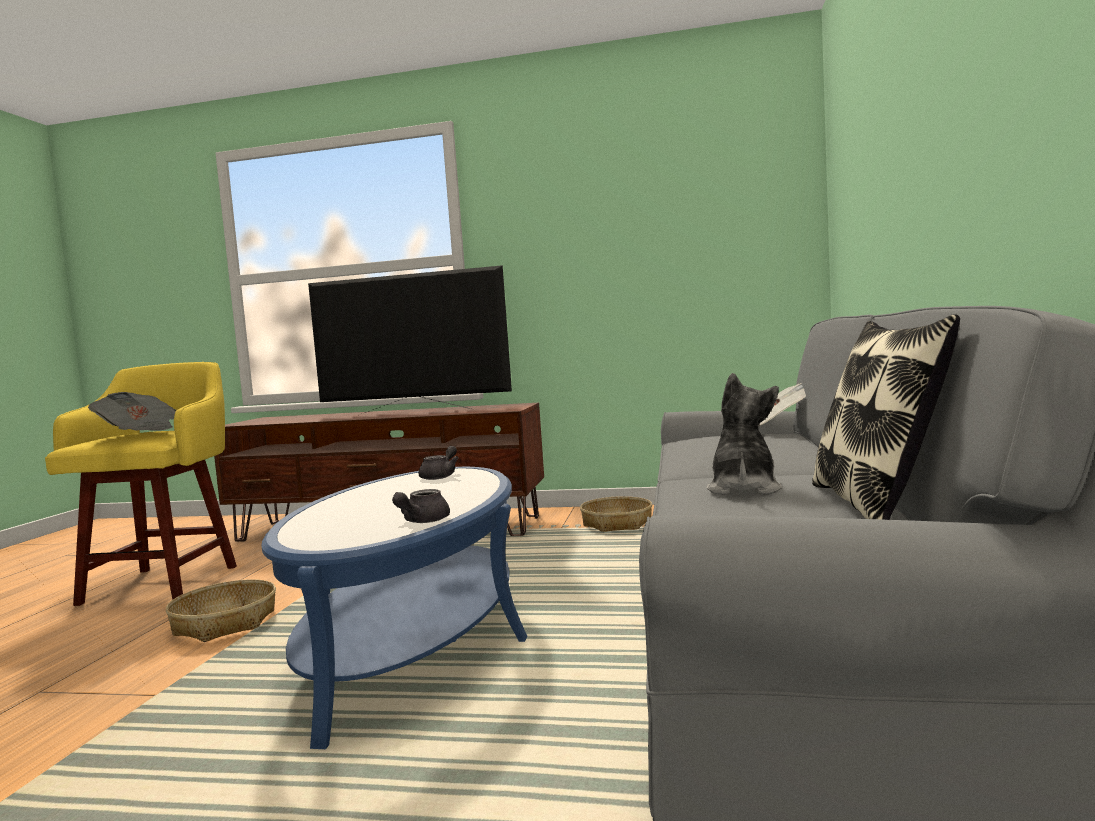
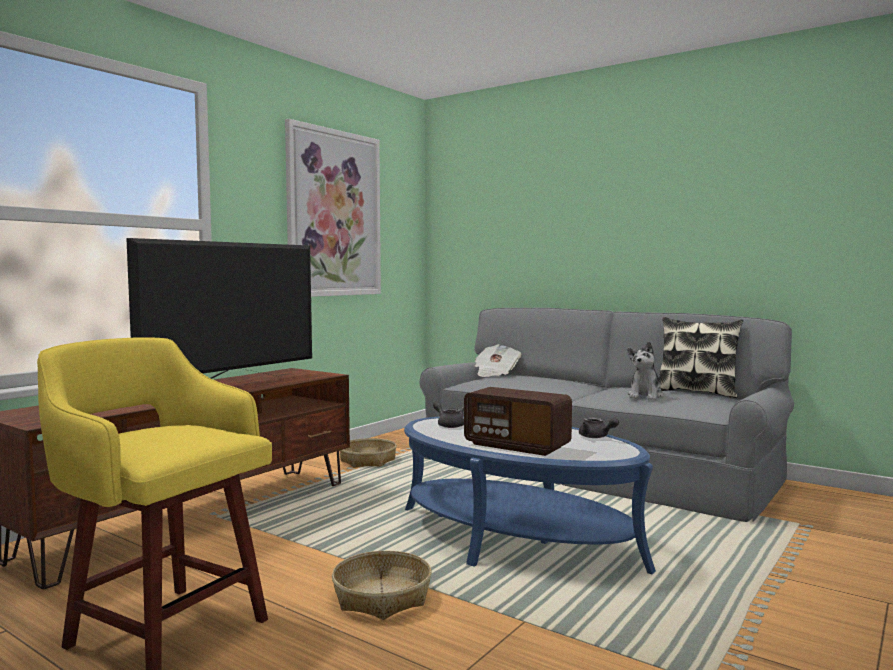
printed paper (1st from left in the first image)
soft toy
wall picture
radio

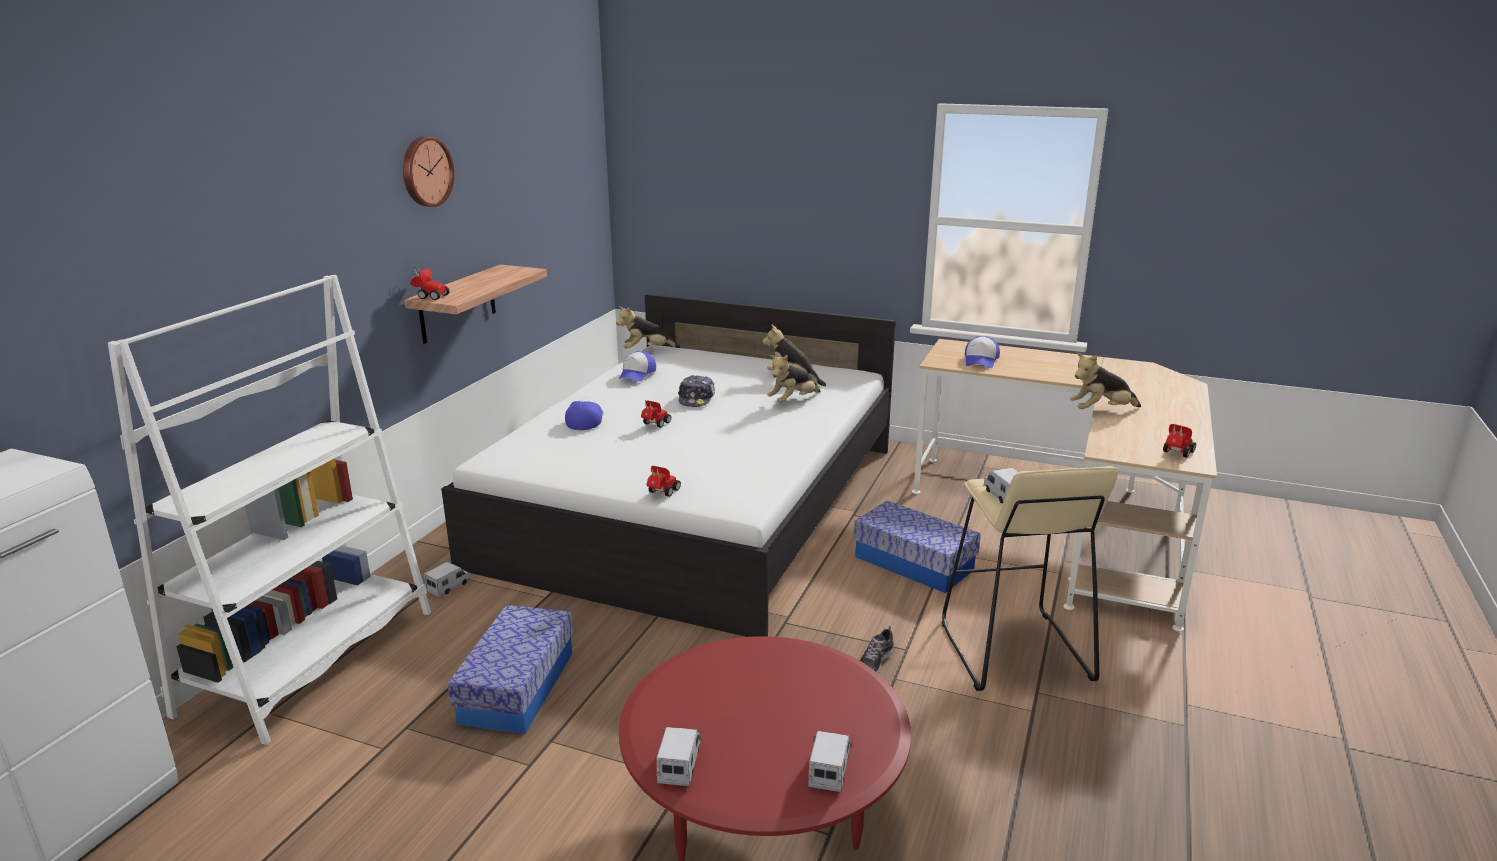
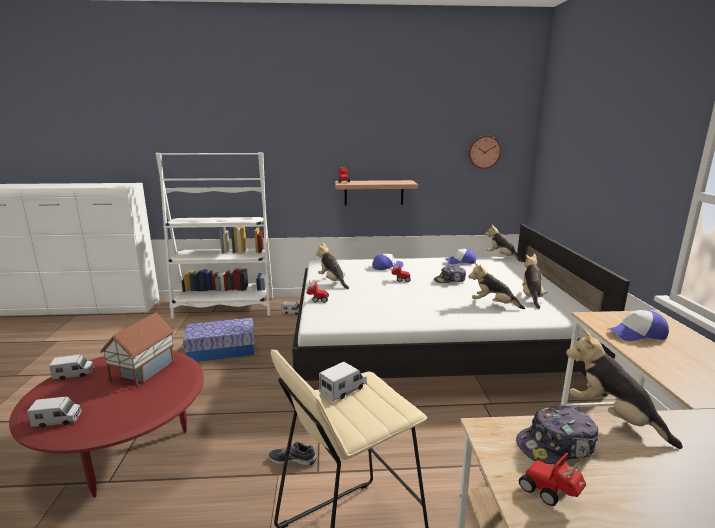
hanging clock
storage bin (2nd from left in the first image)
miniature car (4th from left)
miniature house
soft toy (1st from left)
baseball cap (4th from left)

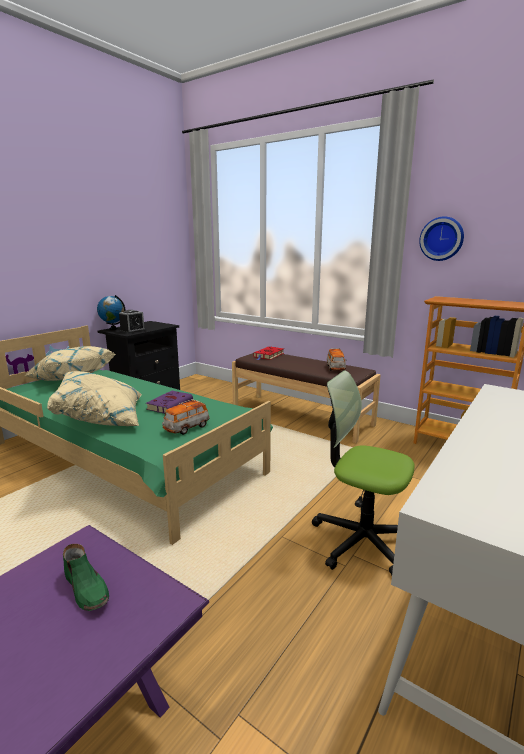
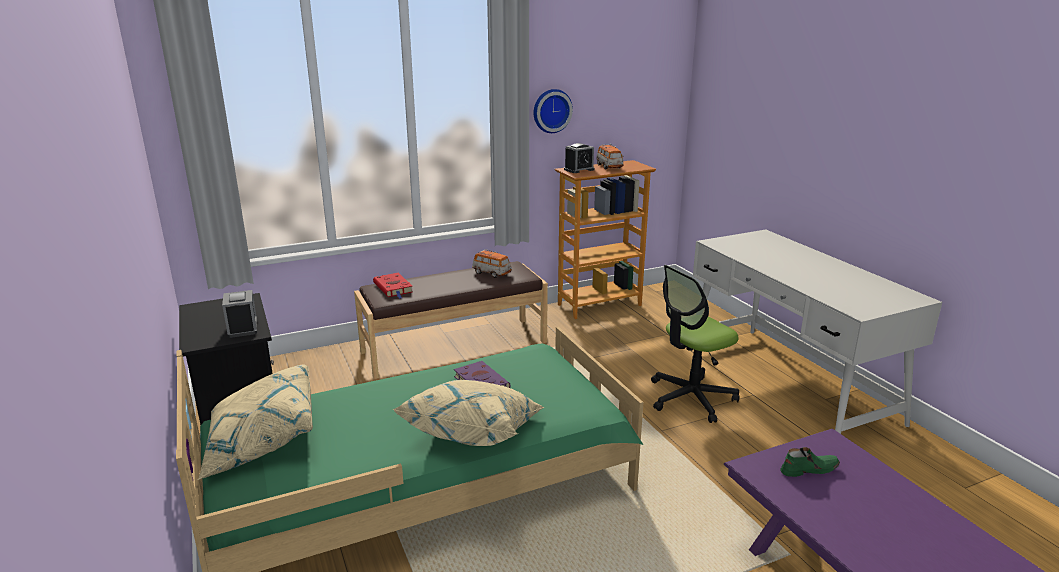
desk globe
miniature car (2nd from left)
bedside clock (2nd from left)

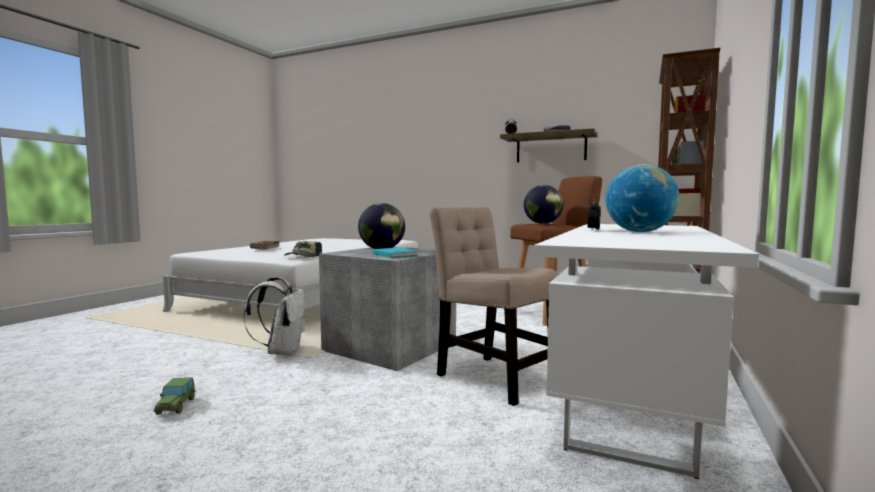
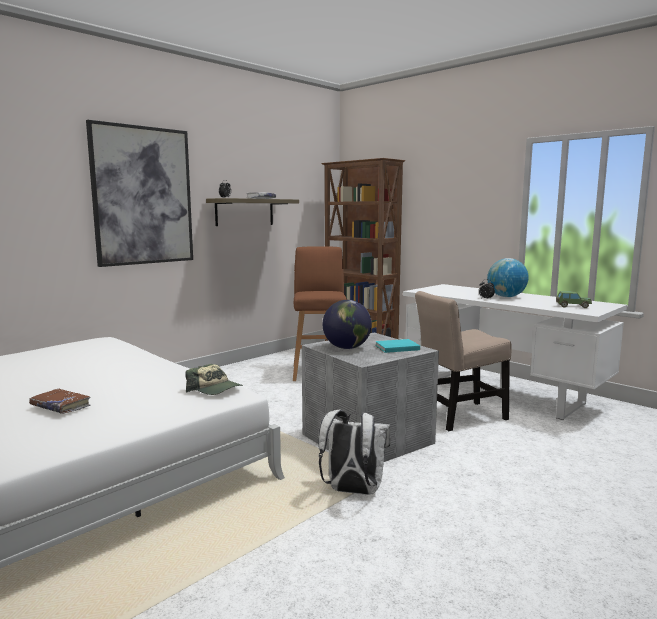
miniature car
desk globe (2nd from left in the first image)
wall picture

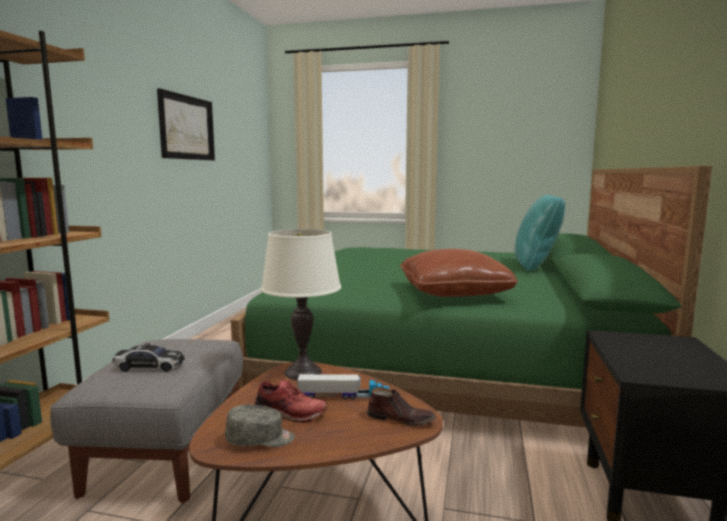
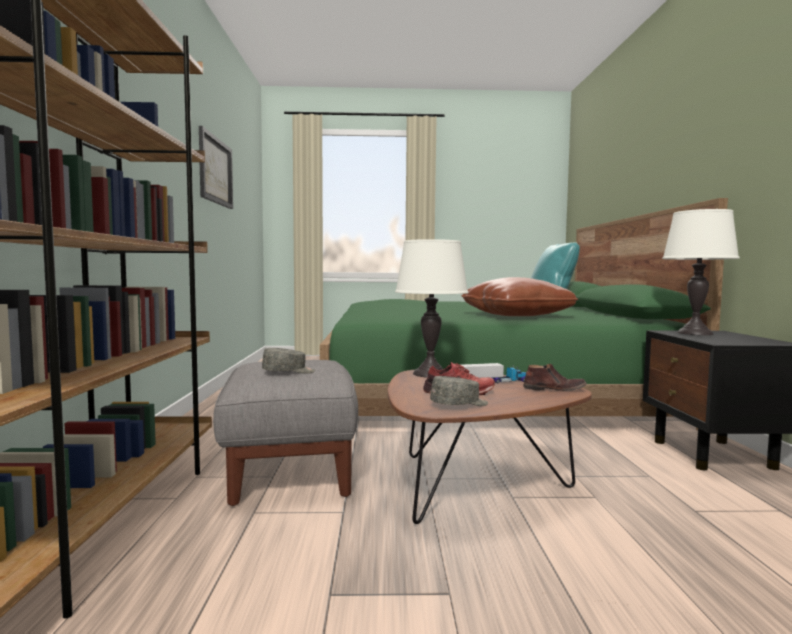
baseball cap in gray (1st from left)
table lamp in white-coloured (2nd from left)

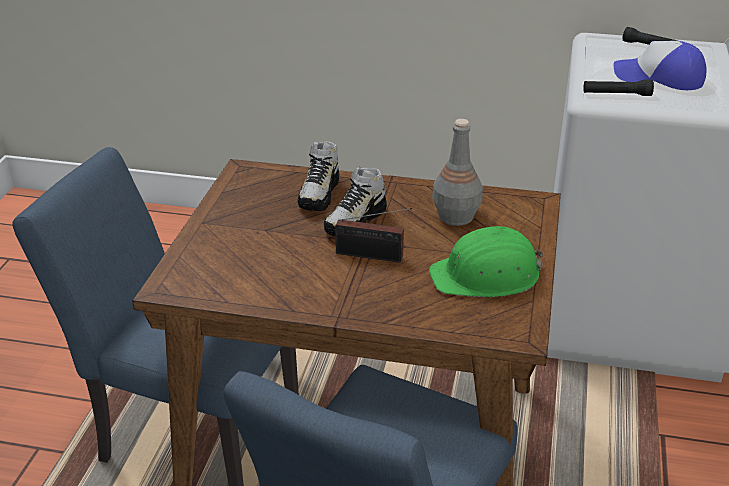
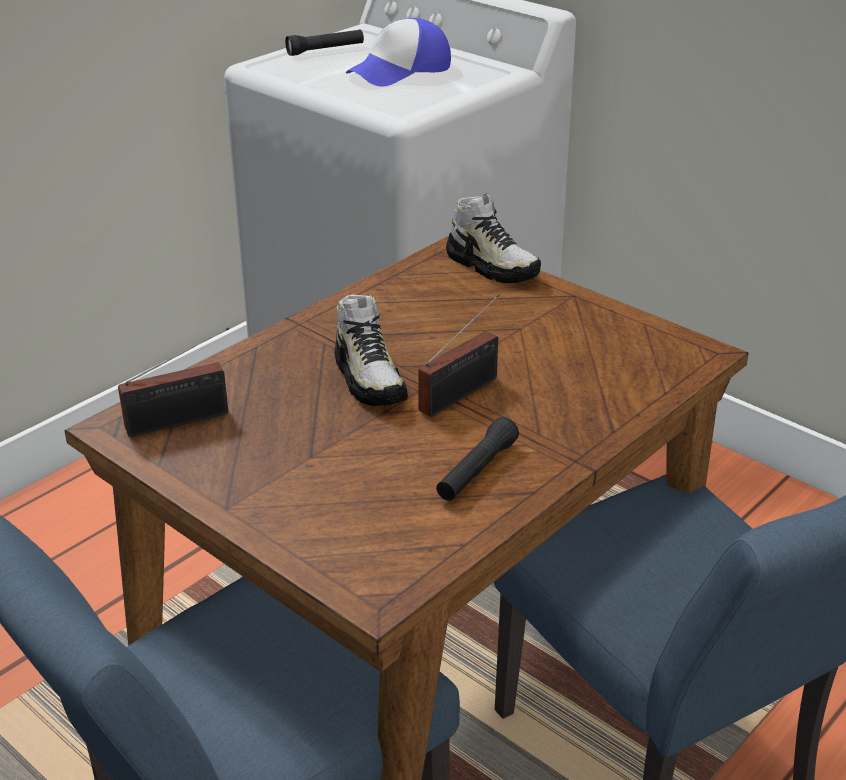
shoe (2nd from left)
hard hat in greenish
beverage bottle in gray
torch in black (2nd from left)
radio (1st from left)

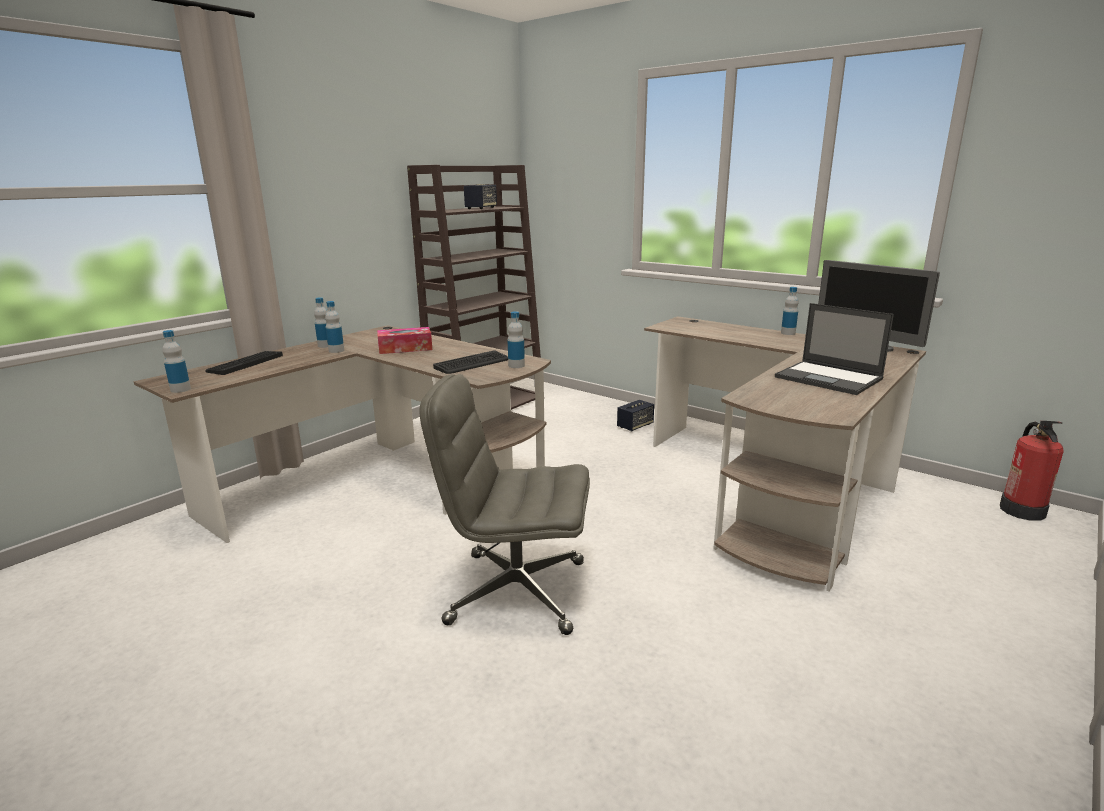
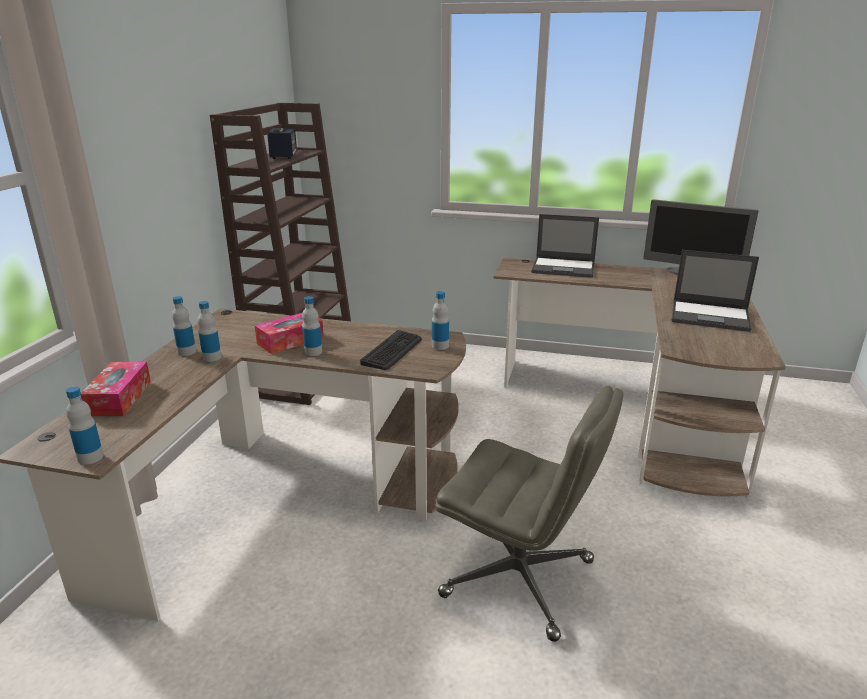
box of tissues (1st from left)
office chair in gray
speaker (2nd from left in the first image)
beverage bottle (4th from left)
extinguisher
laptop (1st from left)

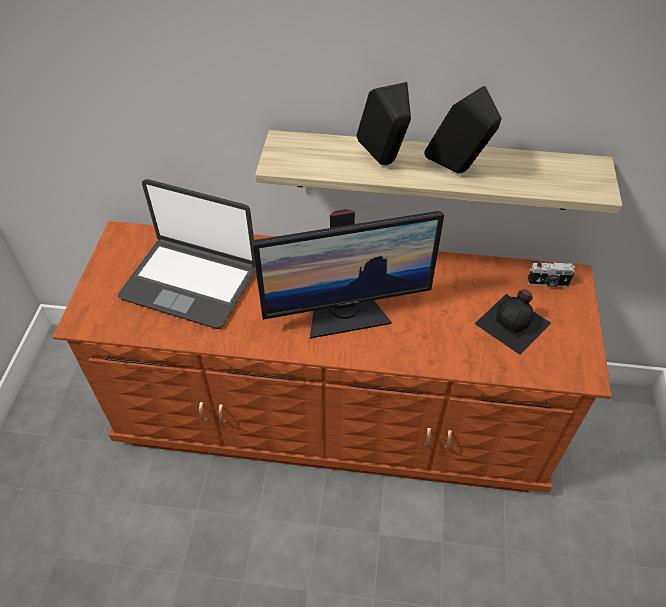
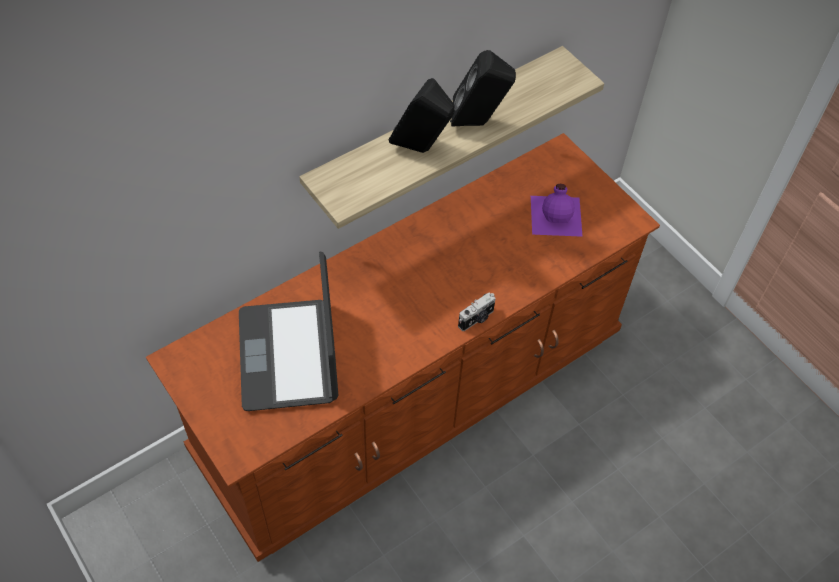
laptop
computer display
beverage bottle in purplish
still camera

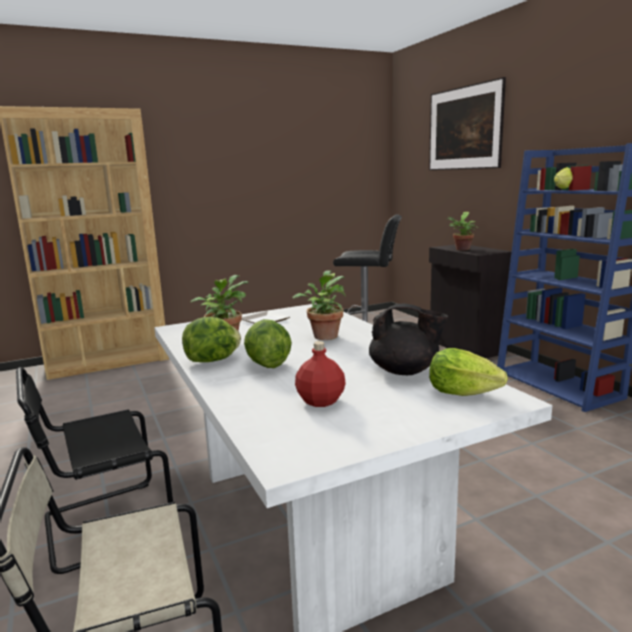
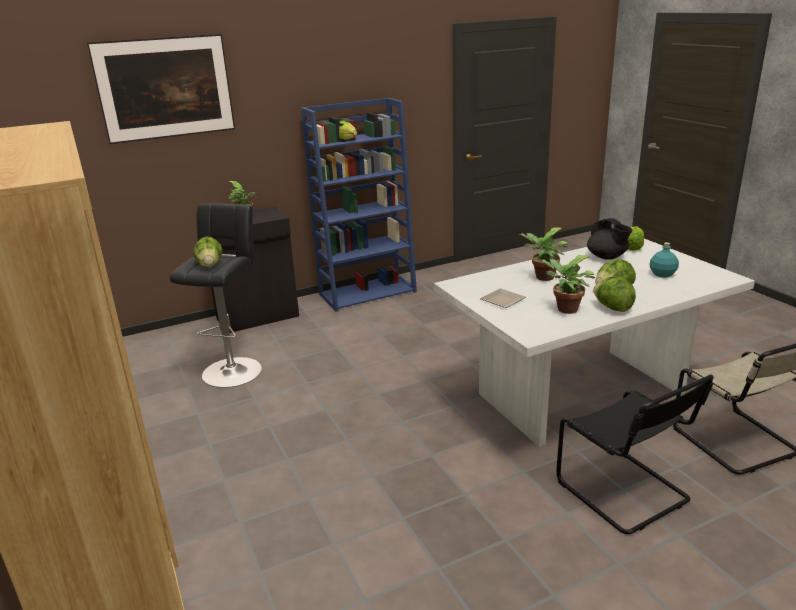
beverage bottle in turquoise-coloured
pot for tea in black
lettuce (1st from left)

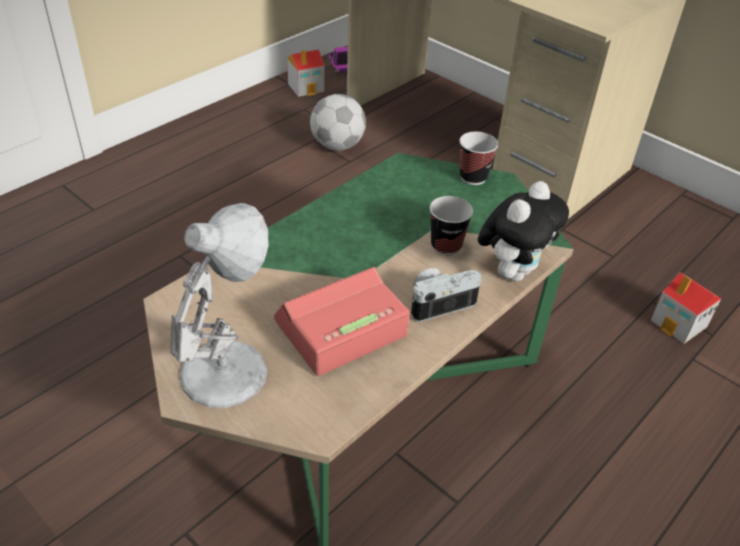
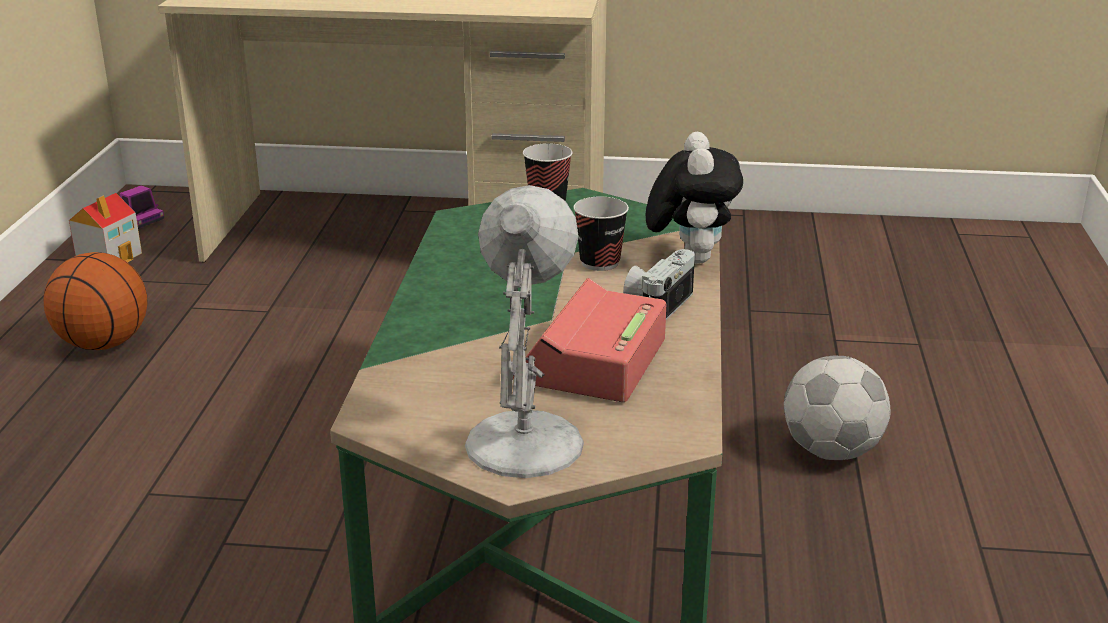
ball for football
miniature house (2nd from left in the first image)
basketball ball

